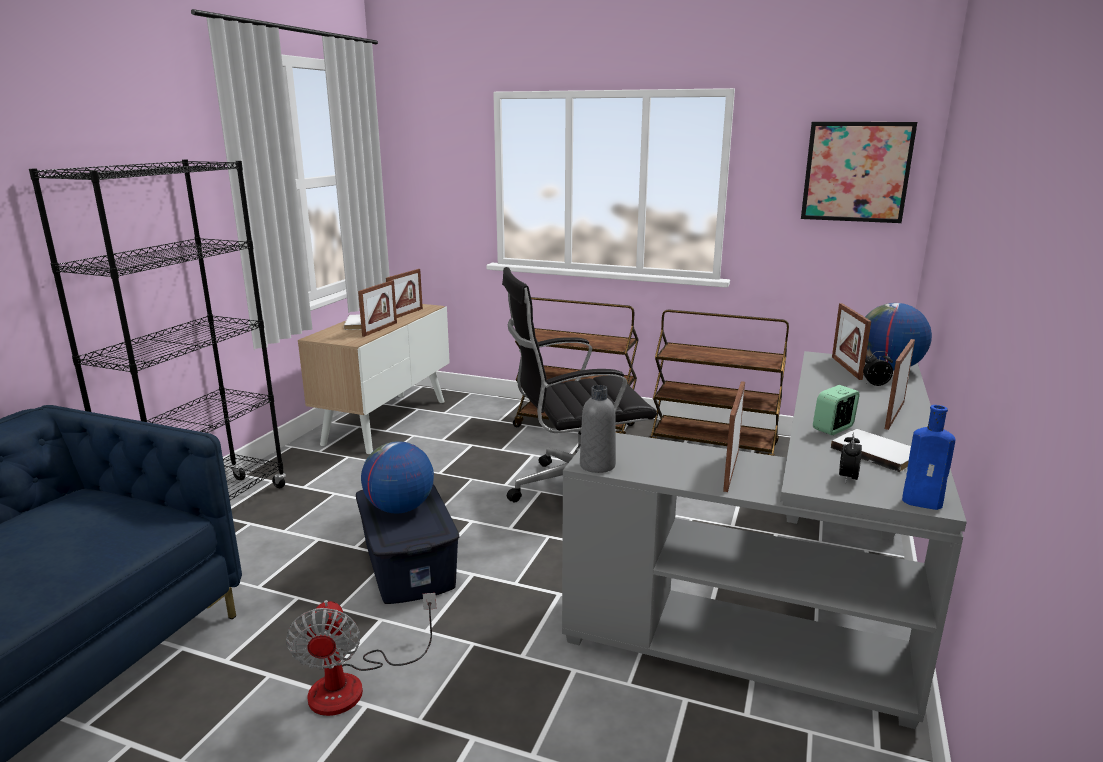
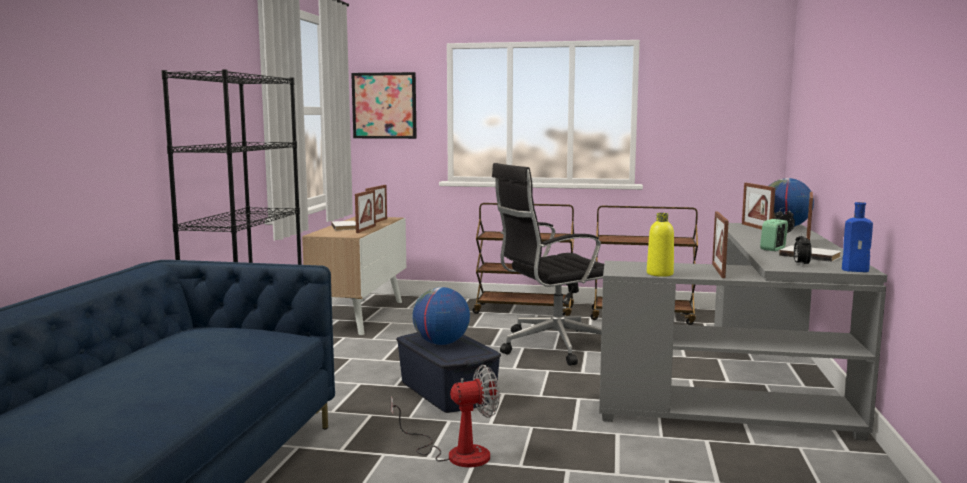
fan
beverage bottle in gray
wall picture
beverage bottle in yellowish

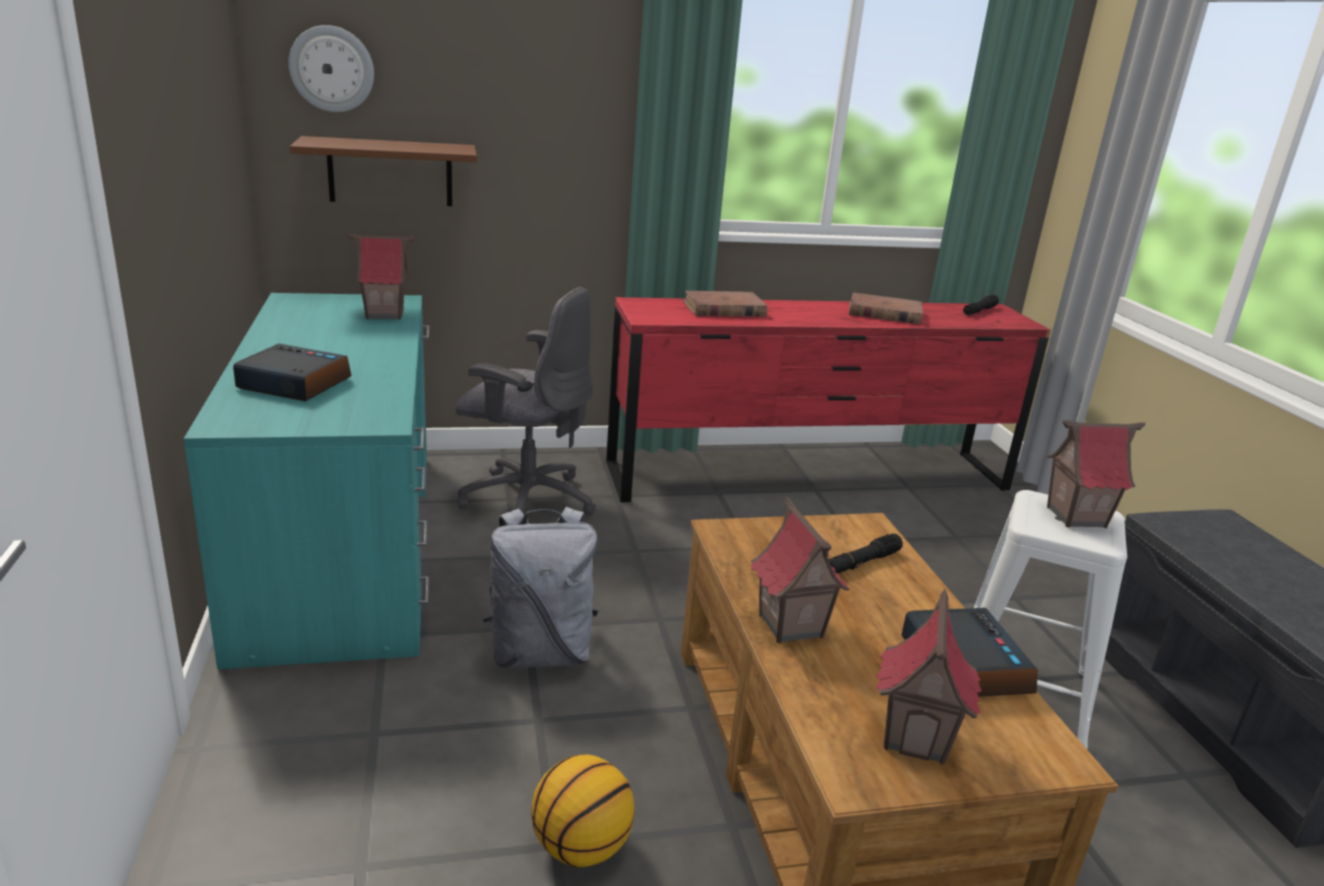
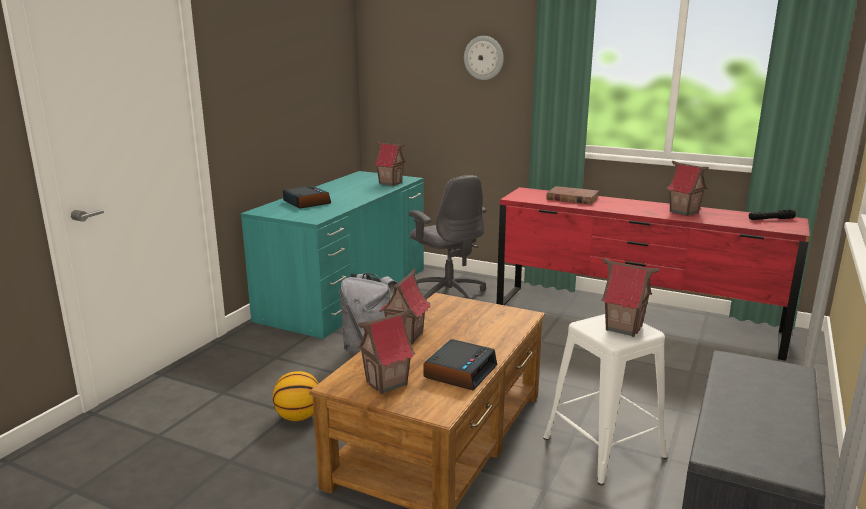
hanging clock
wall shelf in brownish
torch in black (1st from left in the first image)
miniature house (5th from left)

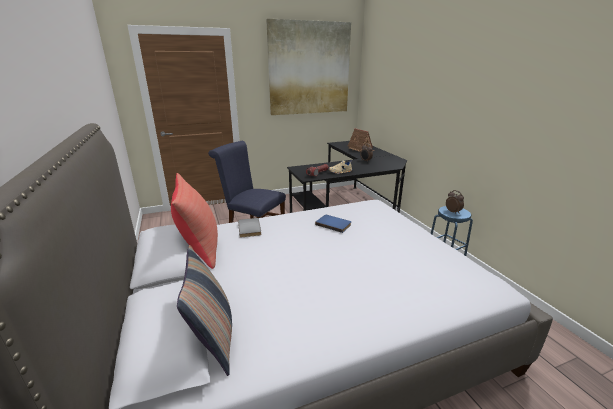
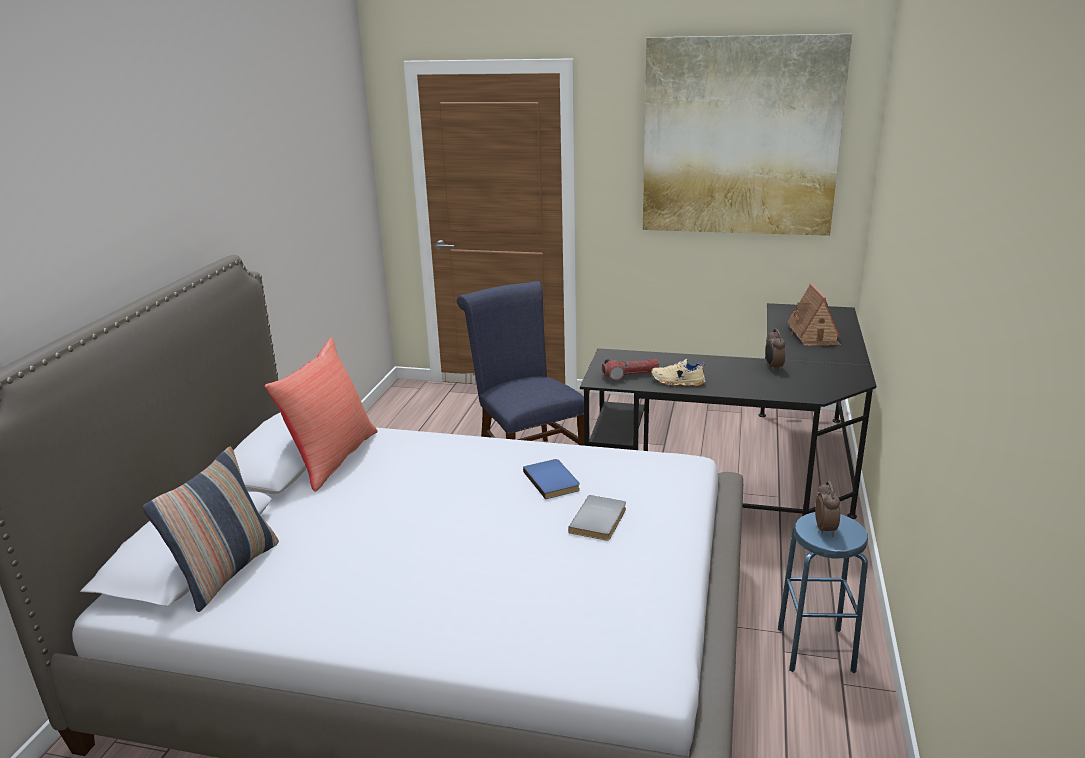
book in gray

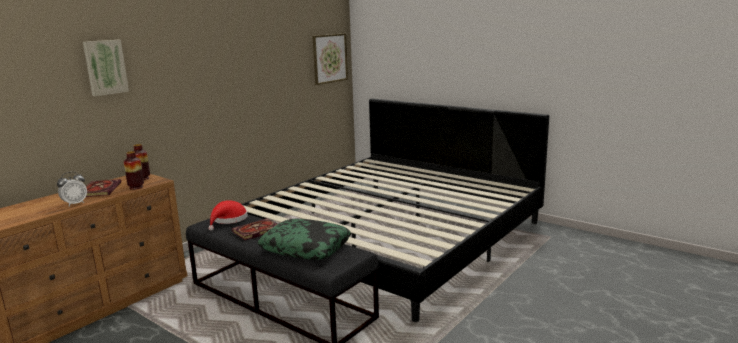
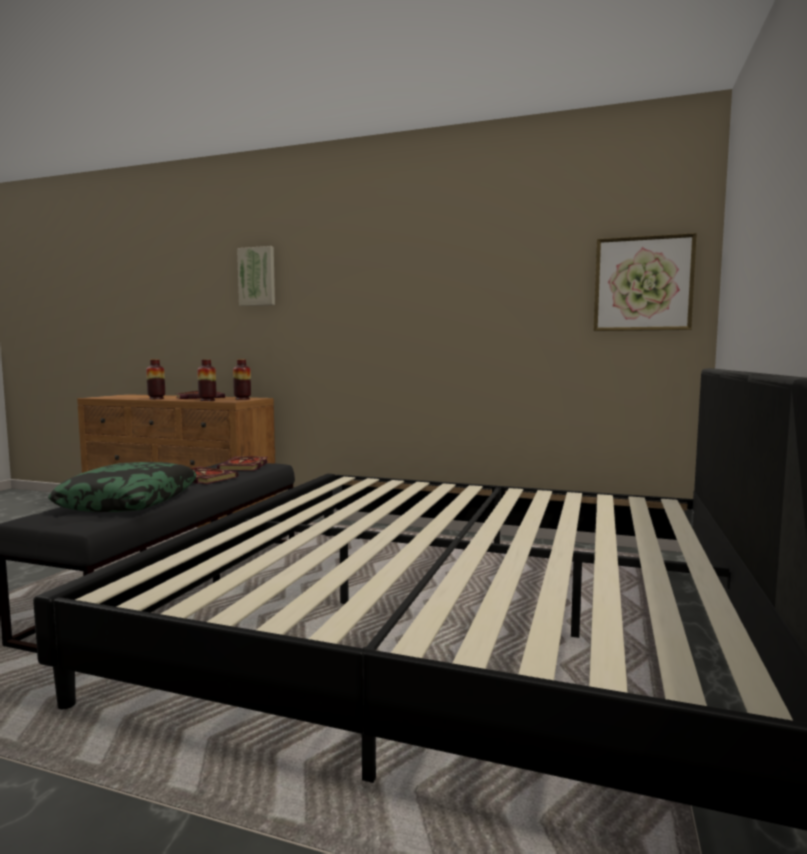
decorative vase (1st from left)
book (3rd from left)

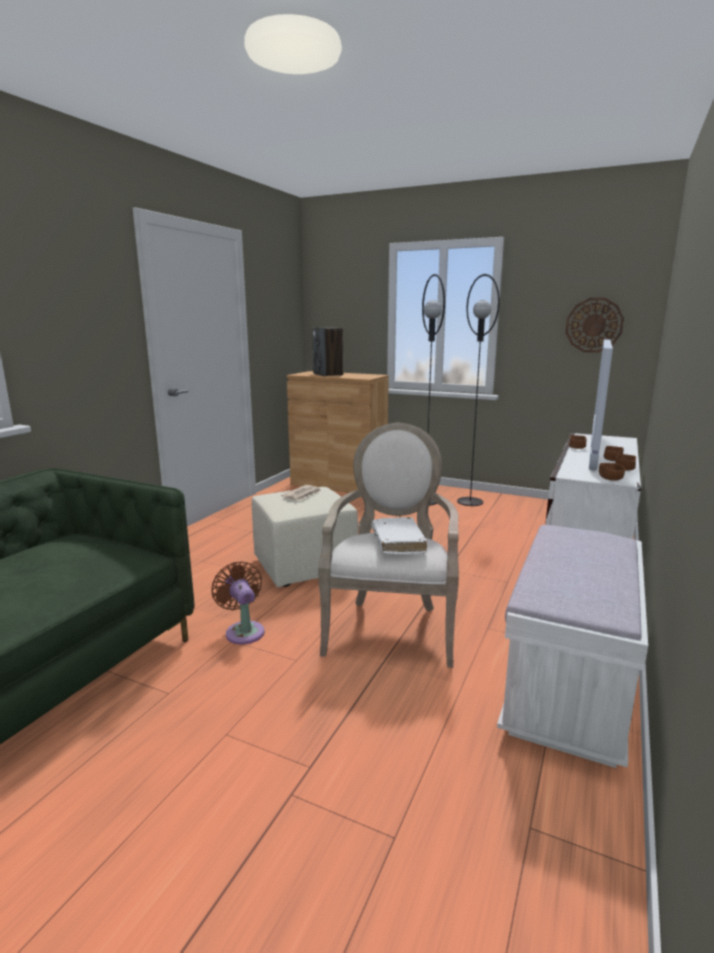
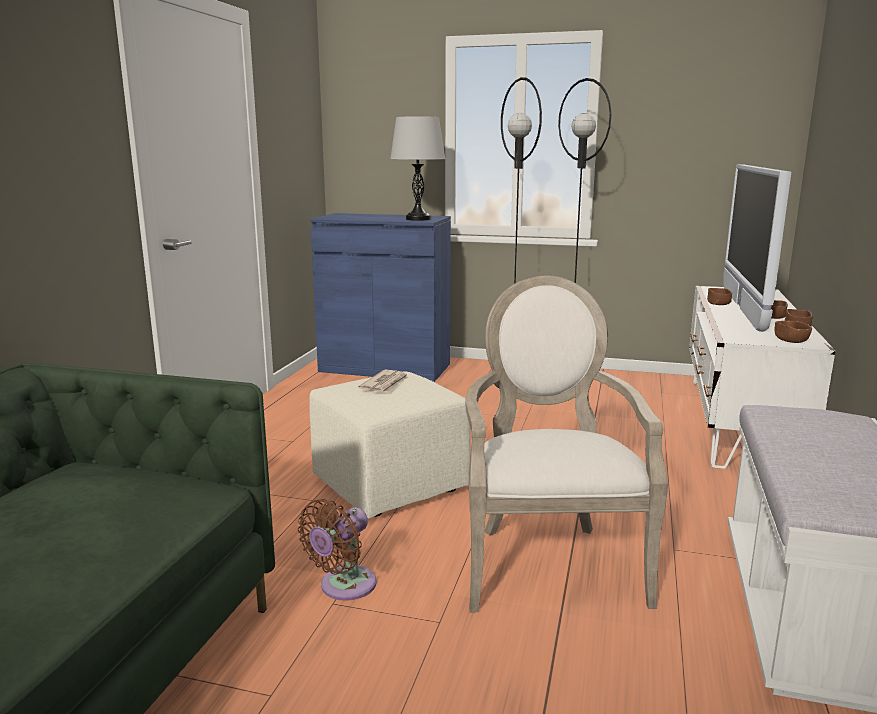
fan in brownish
cabinet in blue
speaker
book in white-coloured
hanging clock
table lamp in gray

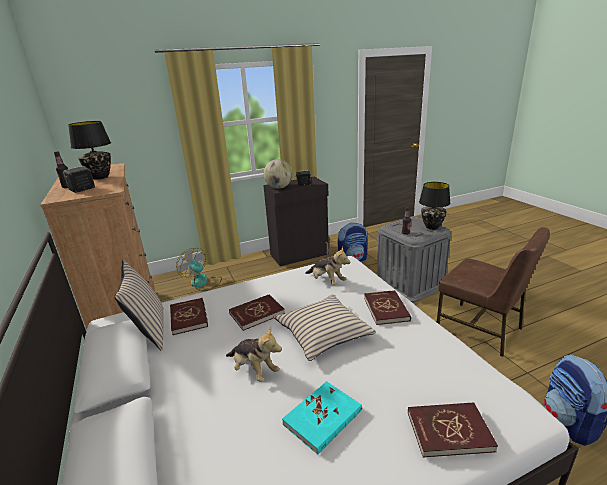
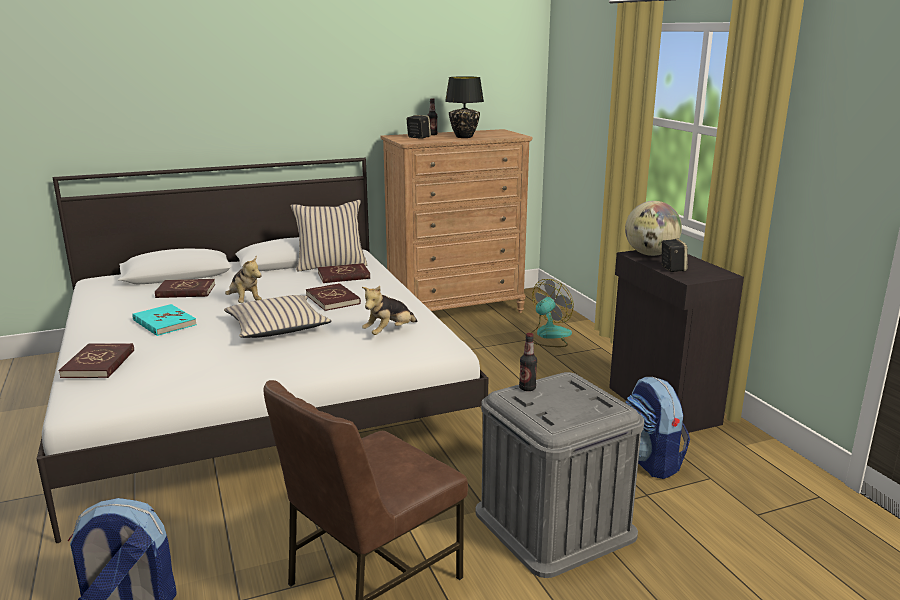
soft toy (1st from left)
book in reddish (2nd from left)
table lamp in black (2nd from left in the first image)

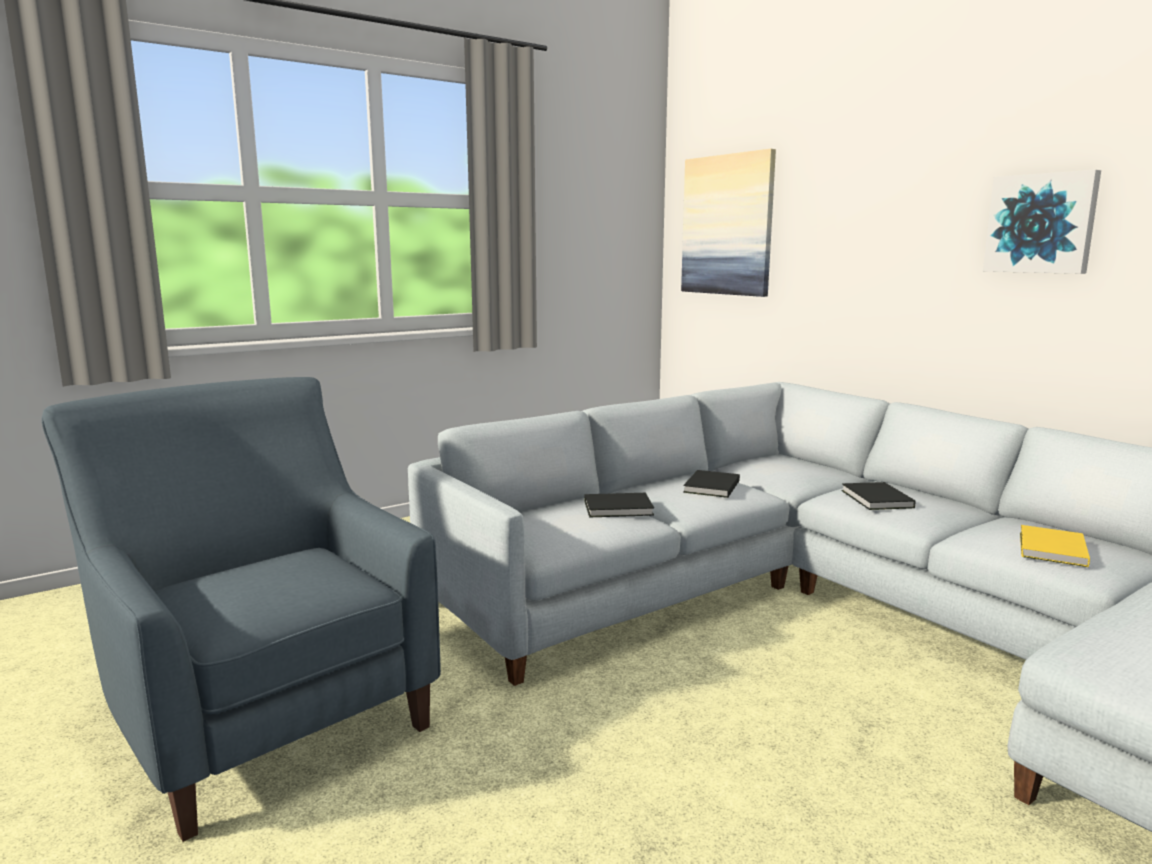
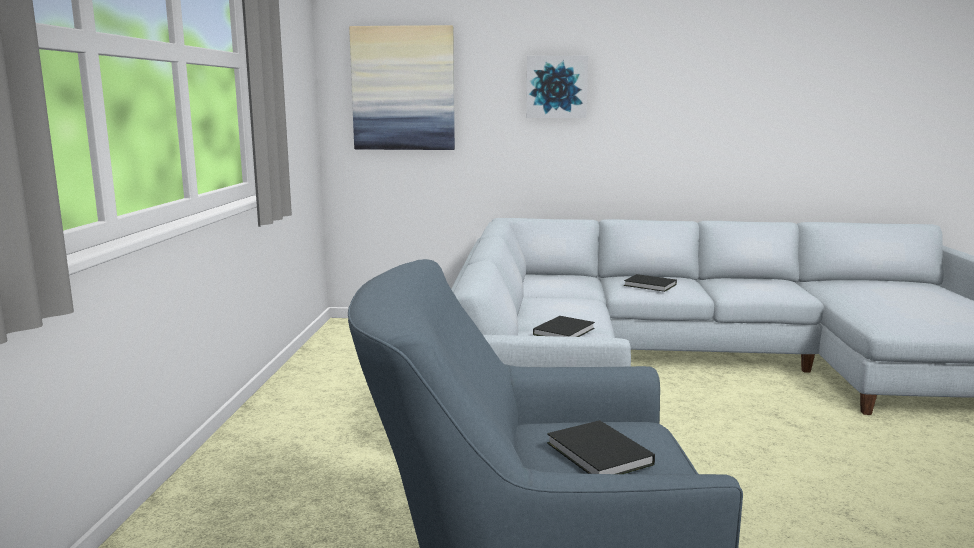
book in black (2nd from left)
wall picture (2nd from left)
book in yellowish

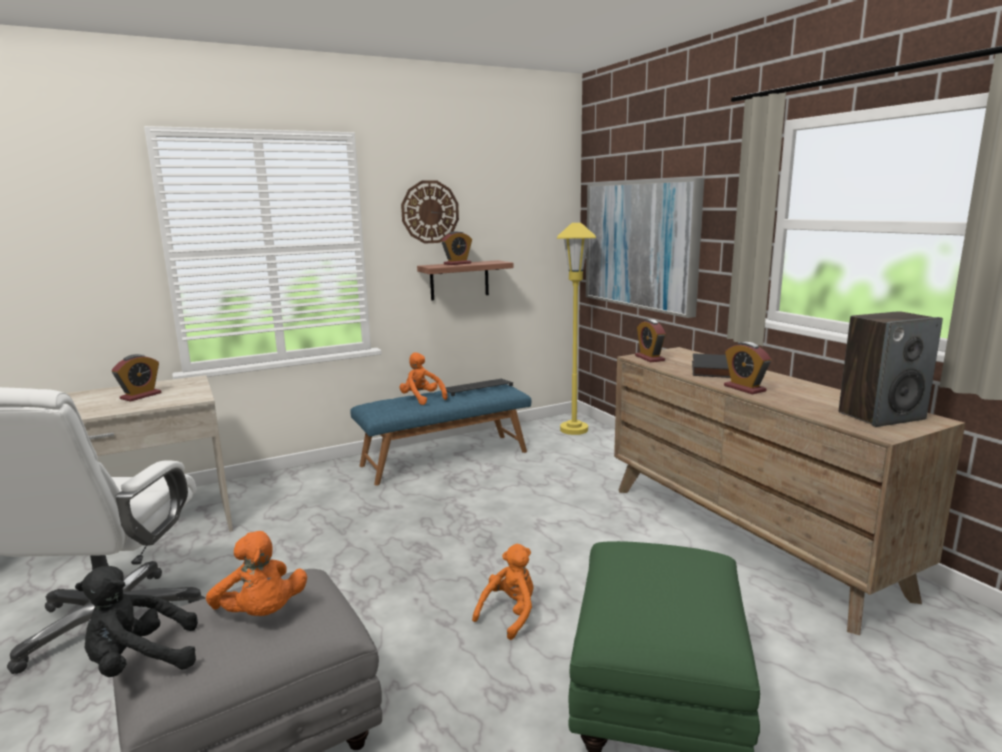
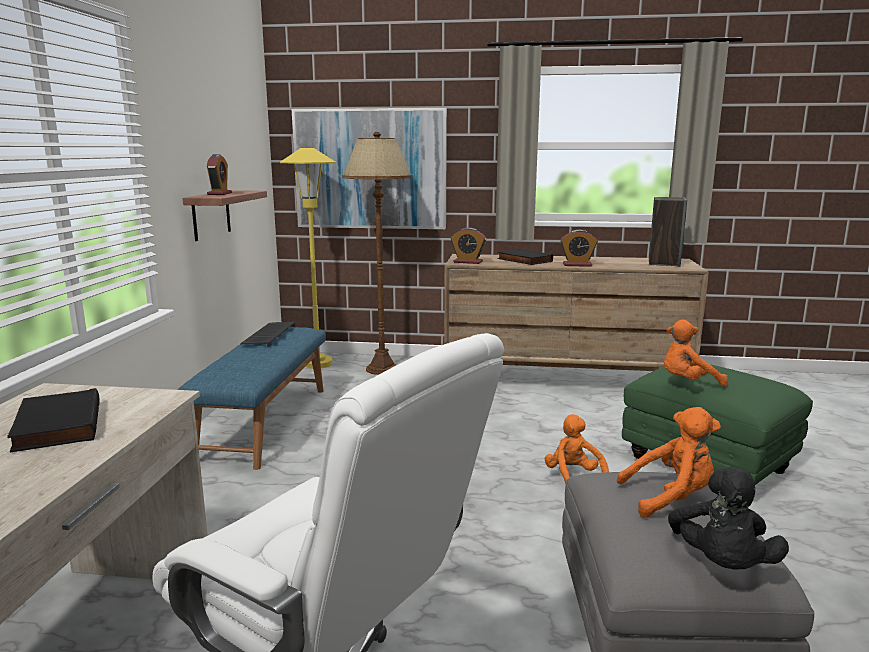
book in black (1st from left)
soft toy in orange-coloured (3rd from left)
hanging clock
floor lamp in brownish

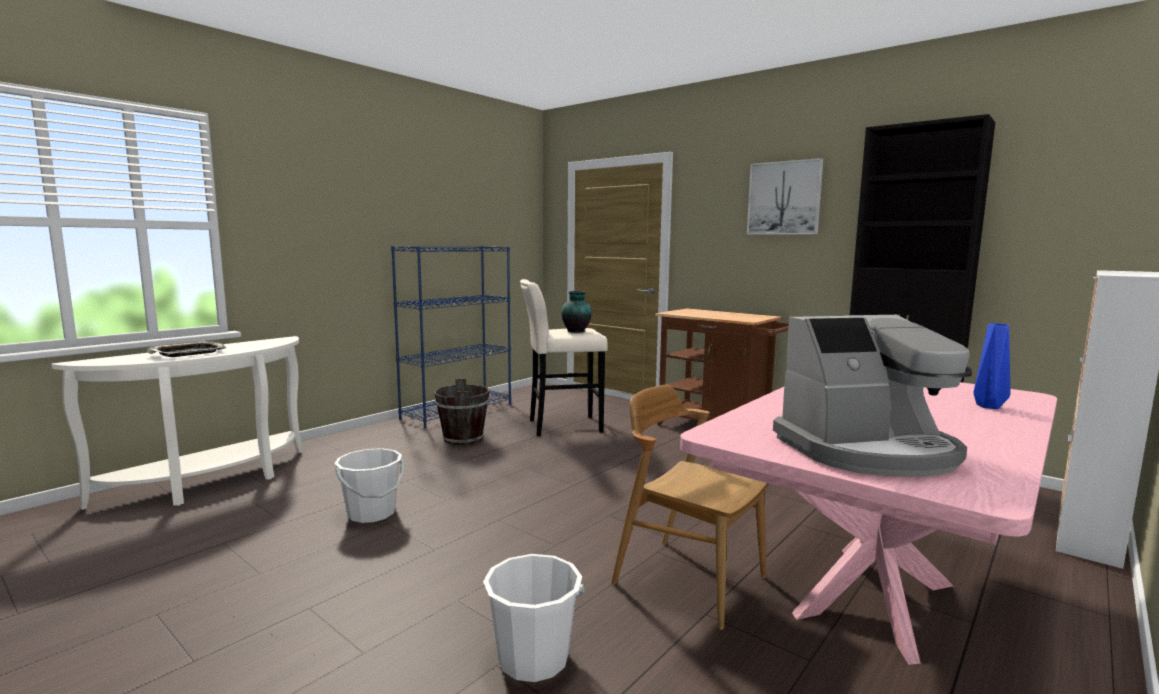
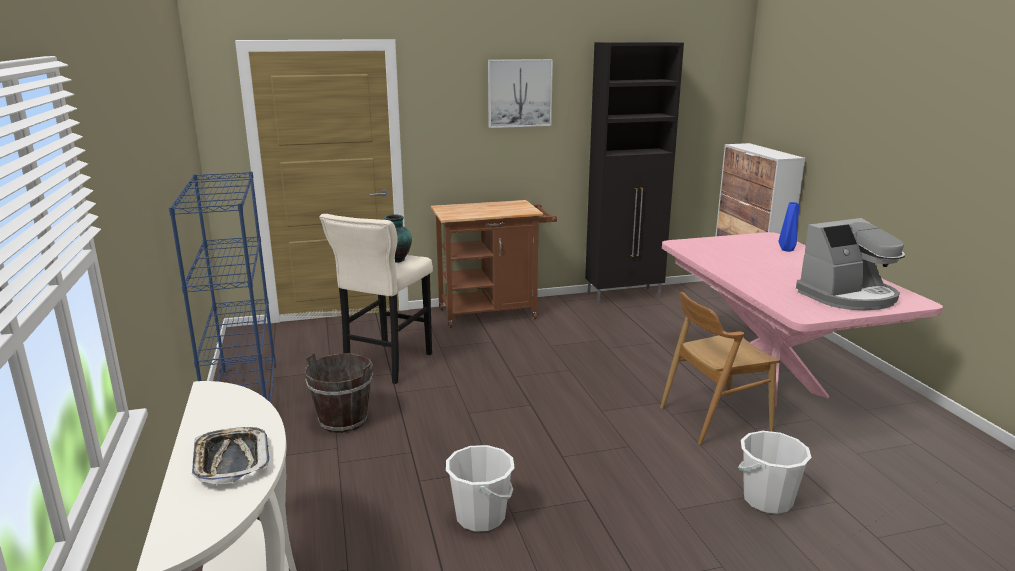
coffee maker

